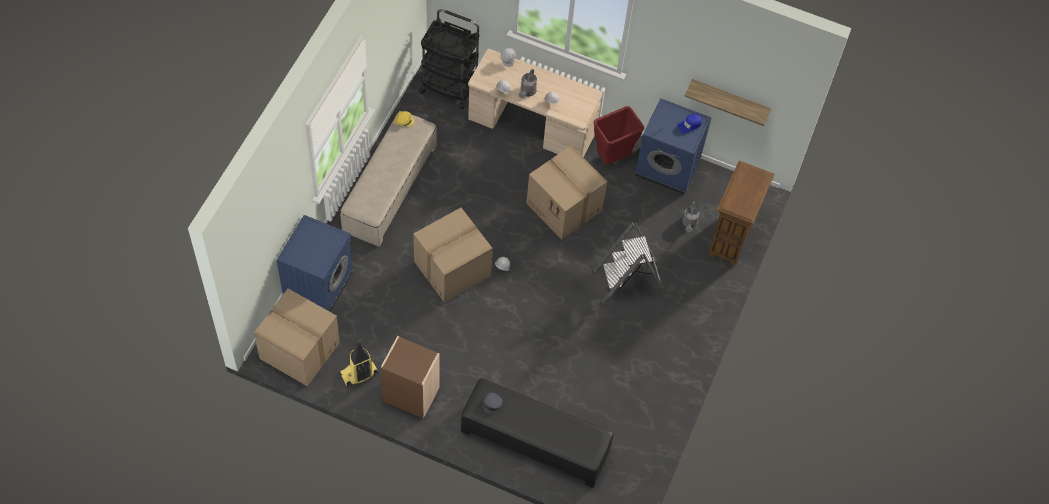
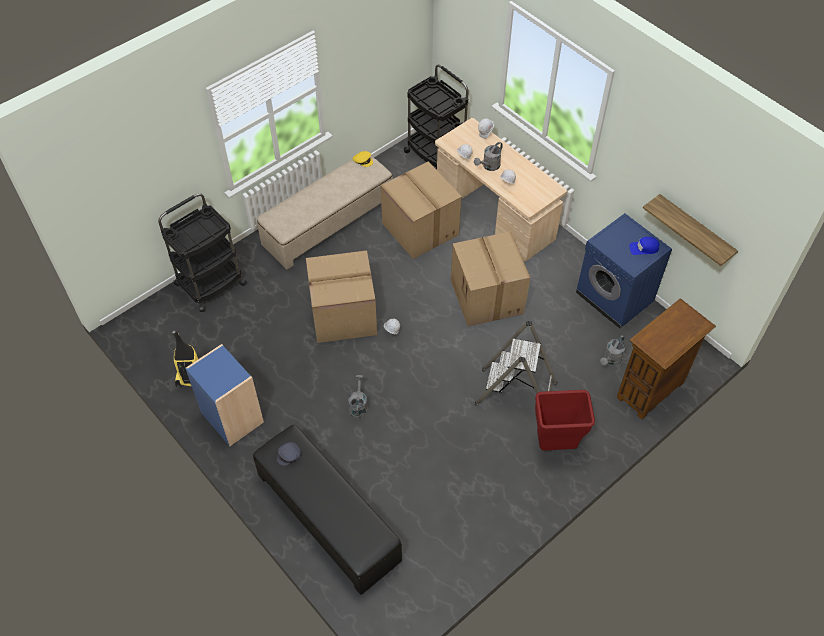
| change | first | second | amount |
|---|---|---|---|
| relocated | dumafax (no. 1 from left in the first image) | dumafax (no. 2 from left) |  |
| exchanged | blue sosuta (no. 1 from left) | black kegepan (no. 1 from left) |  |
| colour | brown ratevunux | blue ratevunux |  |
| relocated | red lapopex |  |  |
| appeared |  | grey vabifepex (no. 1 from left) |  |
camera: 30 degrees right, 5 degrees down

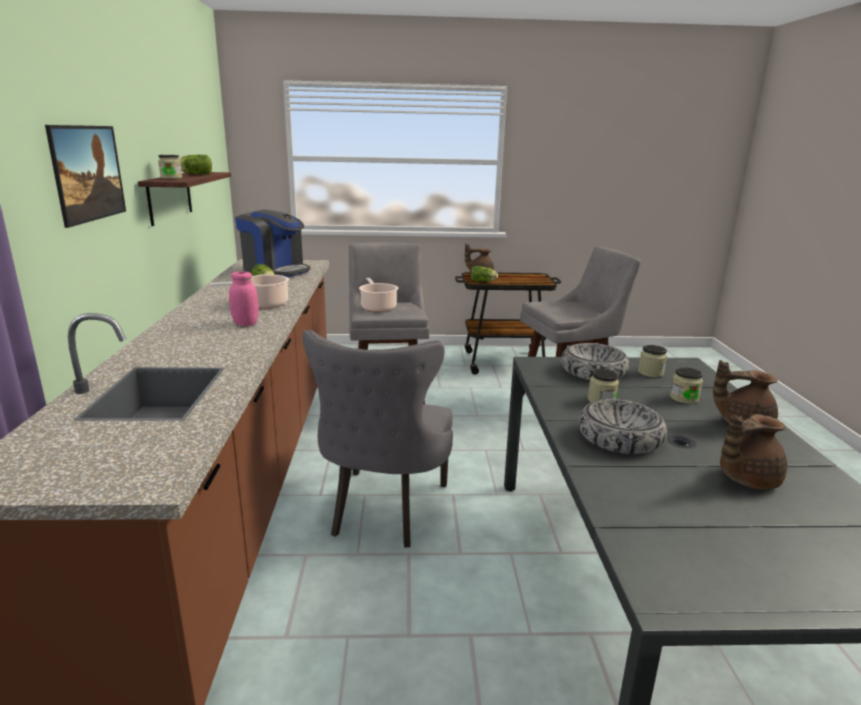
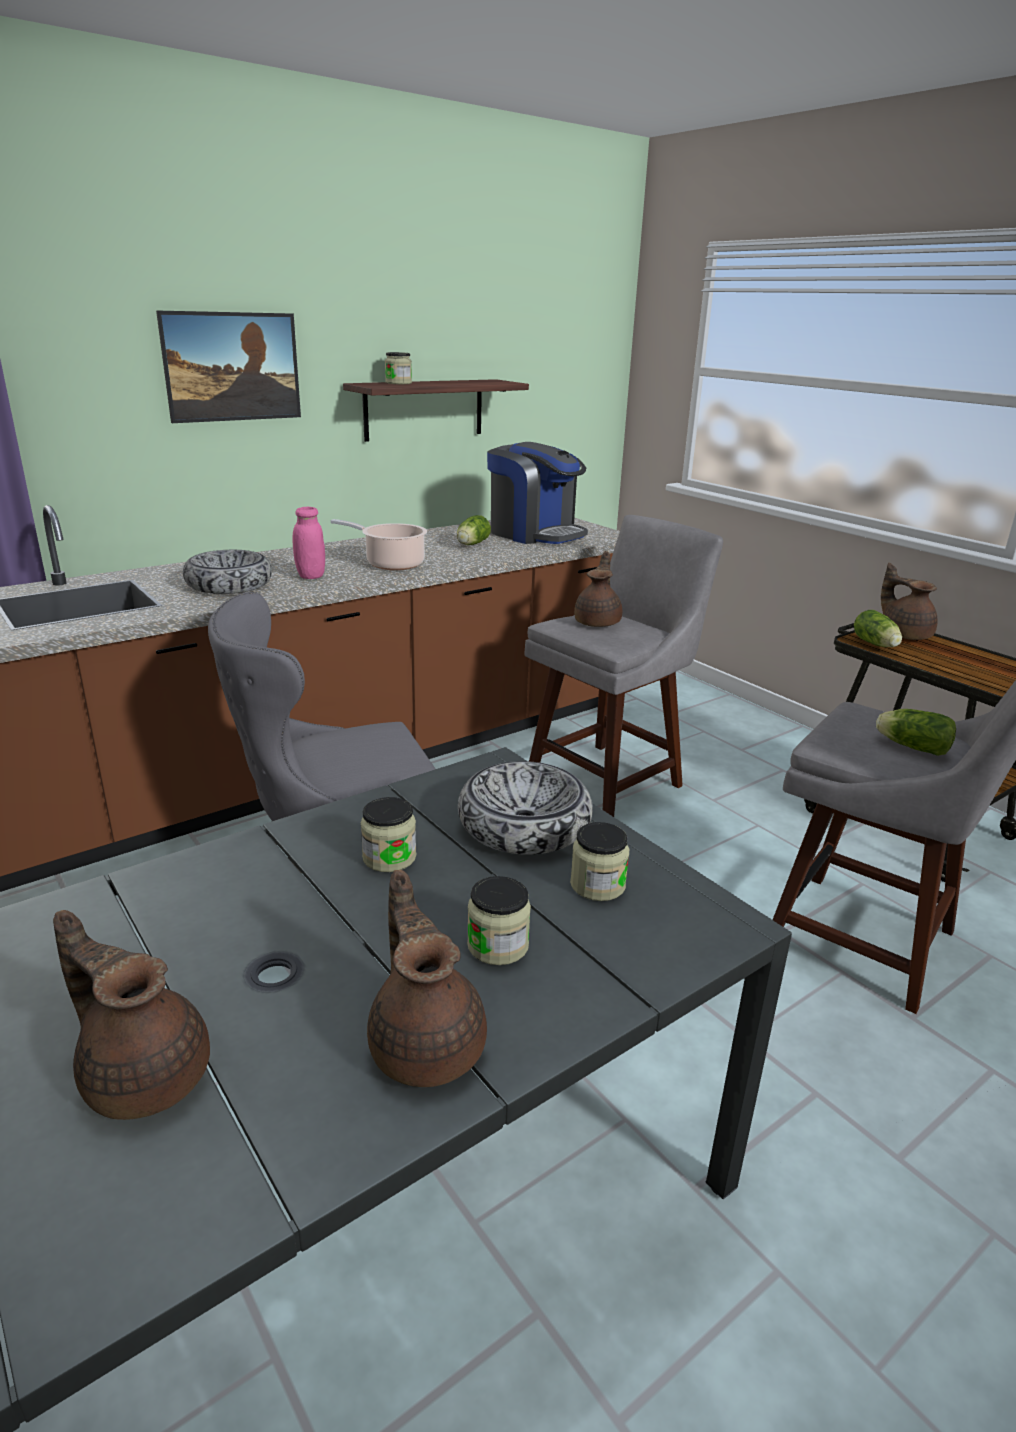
| change | first | second | amount |
|---|---|---|---|
| relocated | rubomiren (no. 1 from left in the first image) | rubomiren (no. 3 from left) |  |
| spun | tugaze |  | 45 degrees counterclockwise |
| exchanged | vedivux (no. 2 from left) | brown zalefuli (no. 3 from left) |  |
| relocated | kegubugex (no. 2 from left in the first image) | kegubugex (no. 1 from left) |  |
camera: 55 degrees right, 5 degrees up

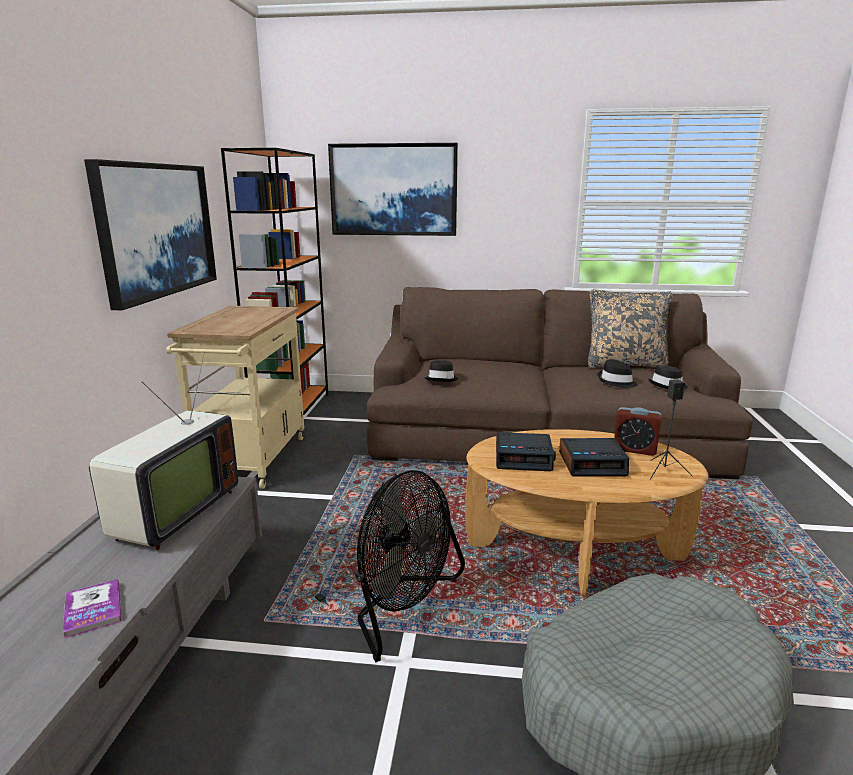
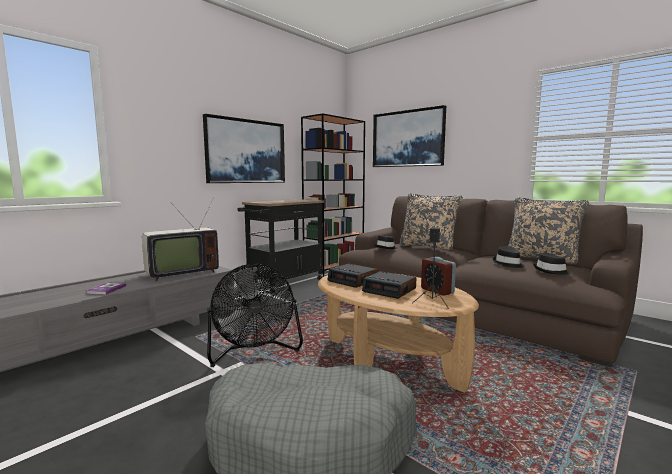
| change | first | second | amount |
|---|---|---|---|
| colour | beige kegepan | black kegepan |  |
| appeared |  | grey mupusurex (no. 1 from left) |  |
camera: 35 degrees right, 10 degrees down

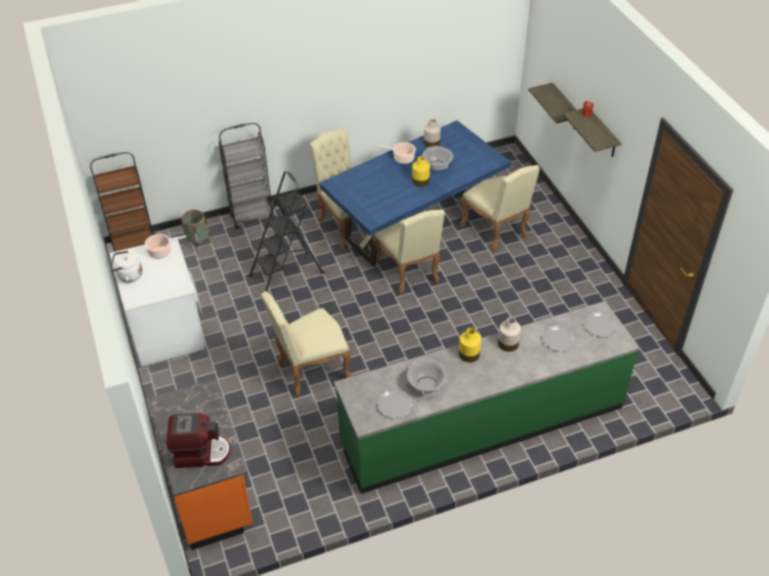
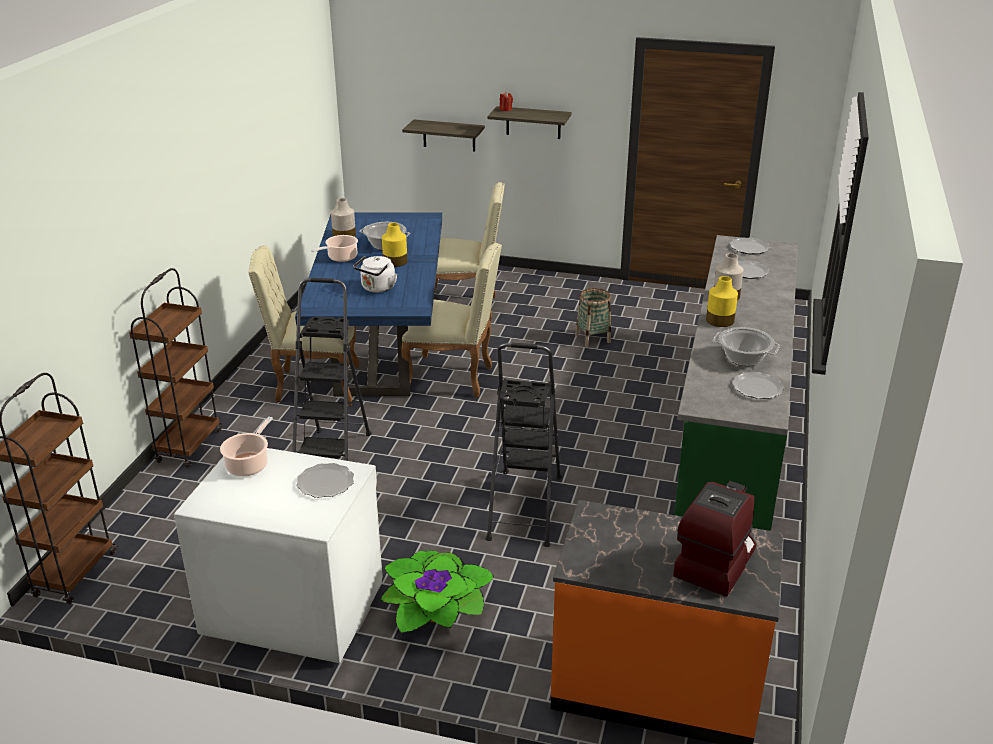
| change | first | second | amount |
|---|---|---|---|
| relocated | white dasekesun |  |  |
| relocated | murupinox |  |  |
| colour | grey kegepan | brown kegepan (no. 2 from left) |  |
| exchanged | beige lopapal (no. 1 from left) | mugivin (no. 2 from left) |  |
| appeared |  | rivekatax (no. 1 from left) |  |
| appeared |  | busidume |  |
camera: 55 degrees left, 15 degrees down

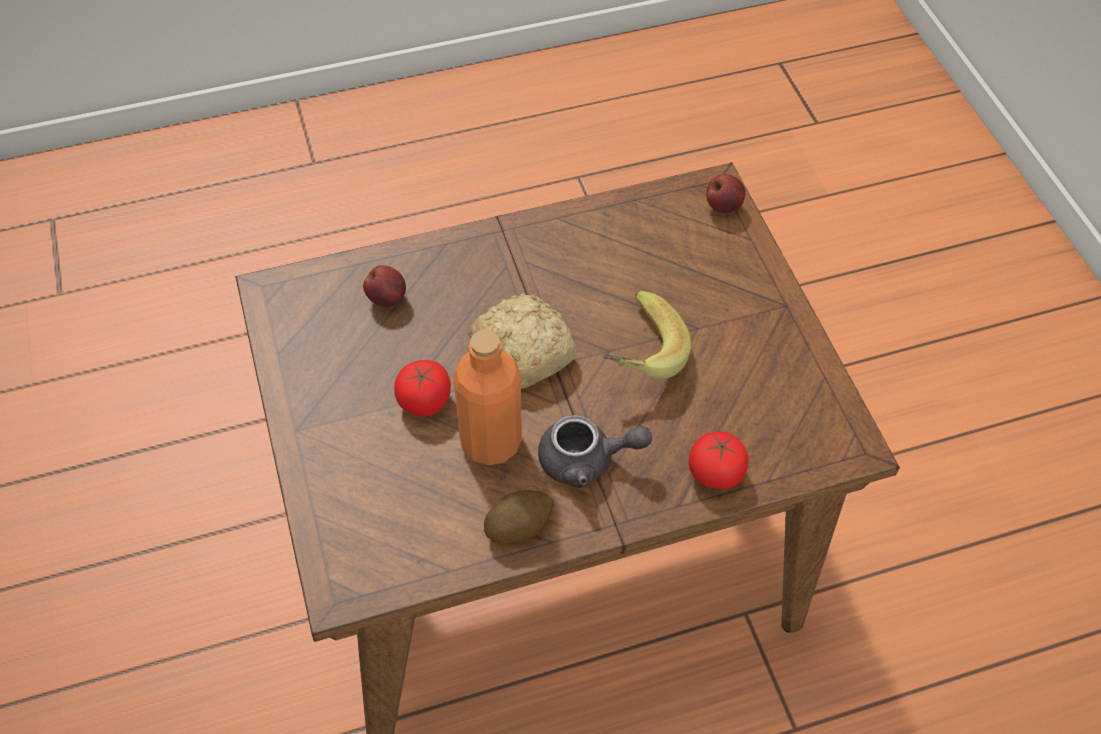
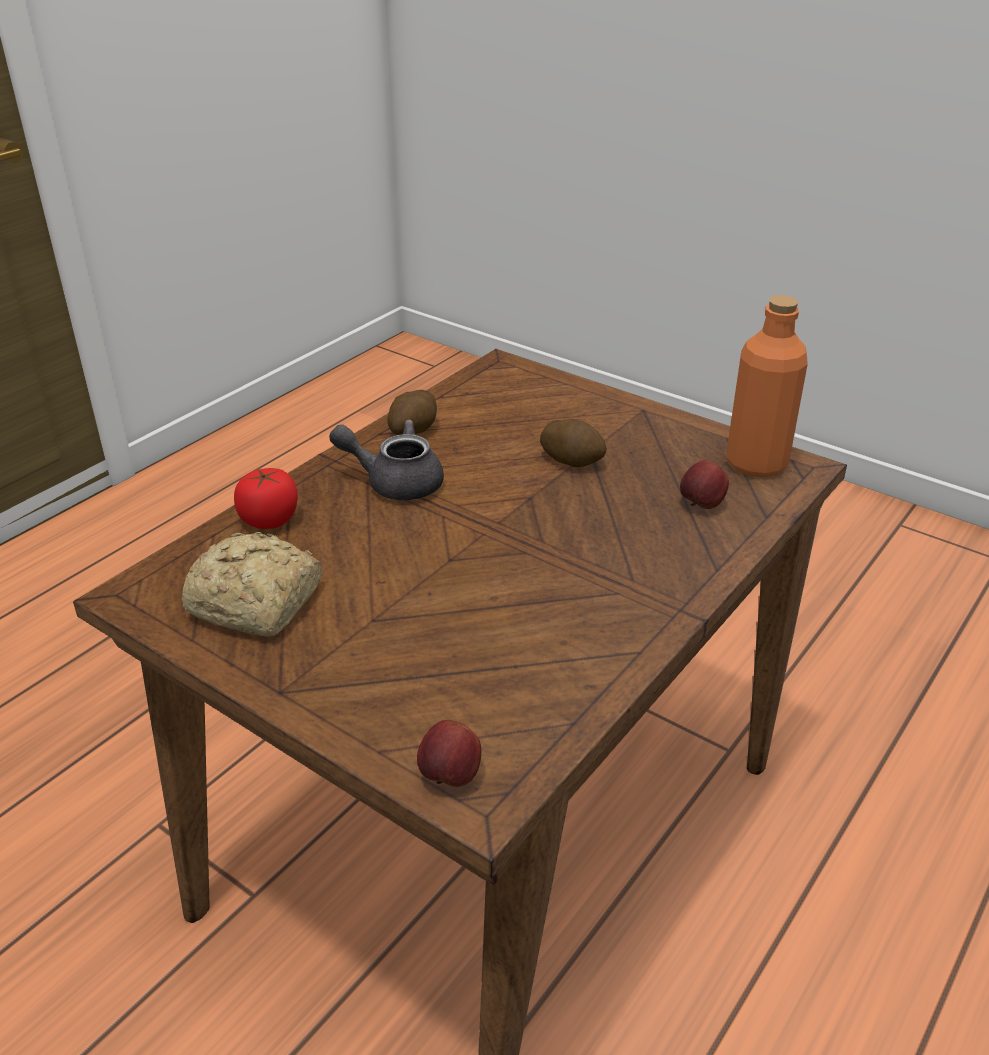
| change | first | second | amount |
|---|---|---|---|
| exchanged | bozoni (no. 1 from left) | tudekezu (no. 2 from left) |  |
| relocated | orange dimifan |  |  |
| relocated | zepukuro |  |  |
| spun | grey zalefuli |  | 45 degrees clockwise |
| missing | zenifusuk |  |  |
camera: 145 degrees right, 20 degrees down

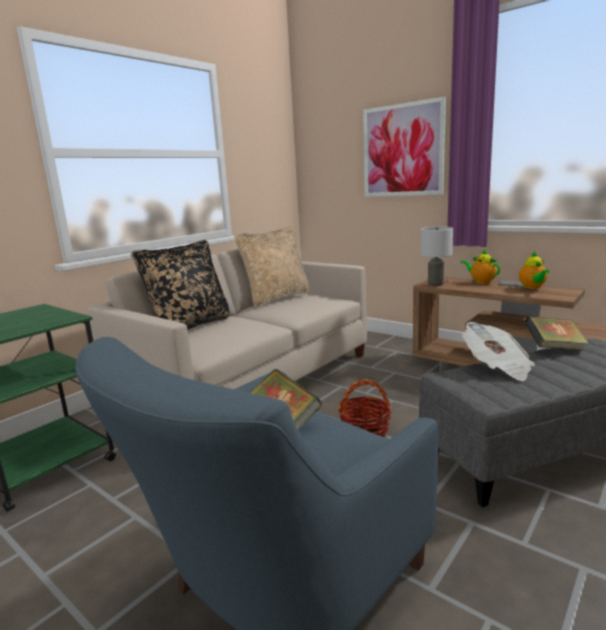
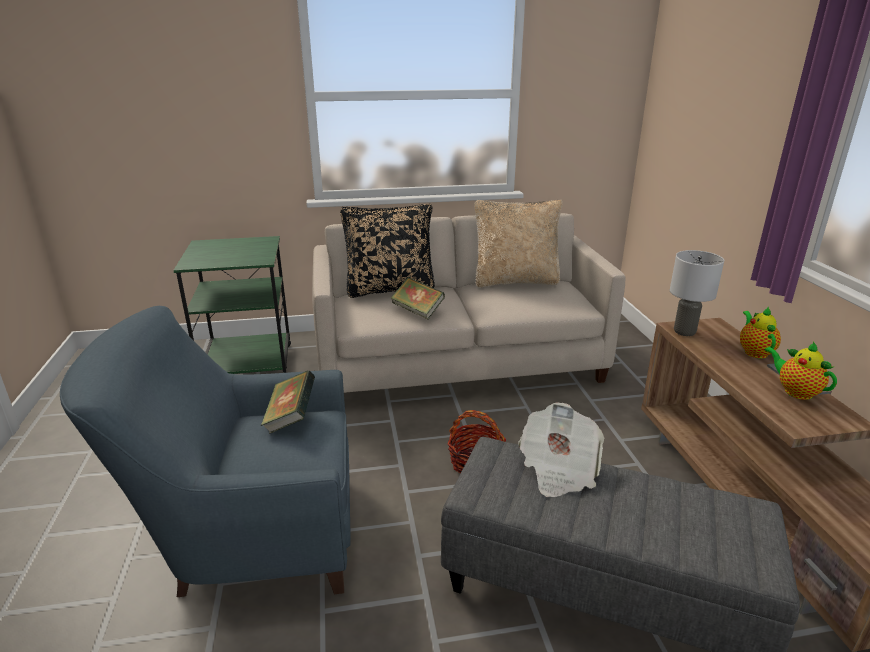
| change | first | second | amount |
|---|---|---|---|
| missing | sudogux |  |  |
| spun | zalefuli (no. 2 from left) |  | 105 degrees clockwise |
| relocated | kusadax (no. 2 from left) |  |  |
camera: 40 degrees right, 10 degrees up

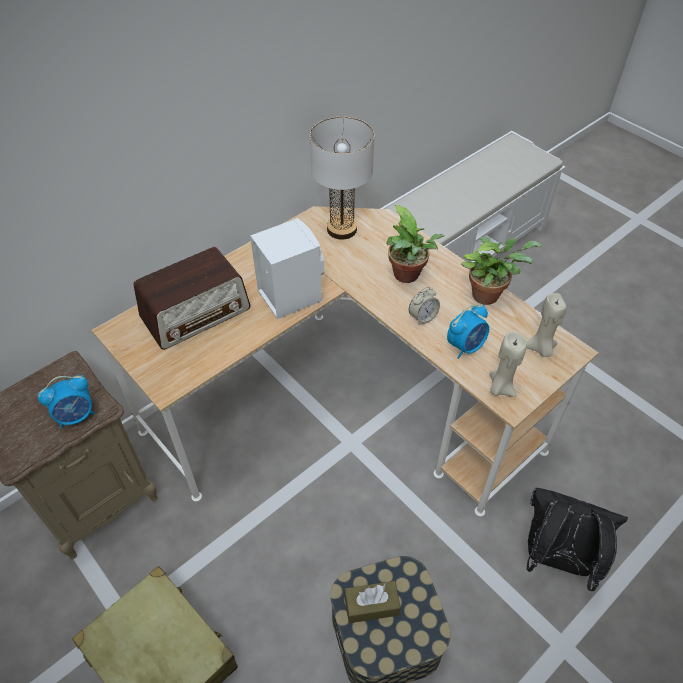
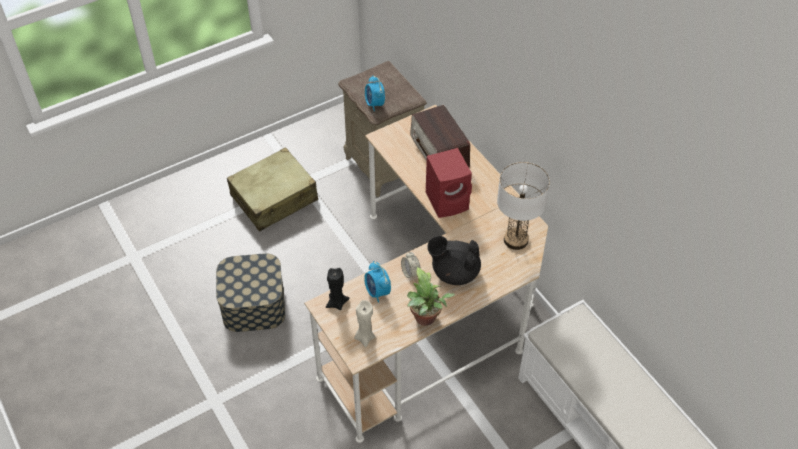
| change | first | second | amount |
|---|---|---|---|
| colour | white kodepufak | red kodepufak |  |
| missing | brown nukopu |  |  |
| exchanged | busidume (no. 1 from left) | black zalefuli |  |
| colour | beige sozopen (no. 1 from left) | black sozopen |  |
| missing | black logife |  |  |
camera: 100 degrees right, 0 degrees up

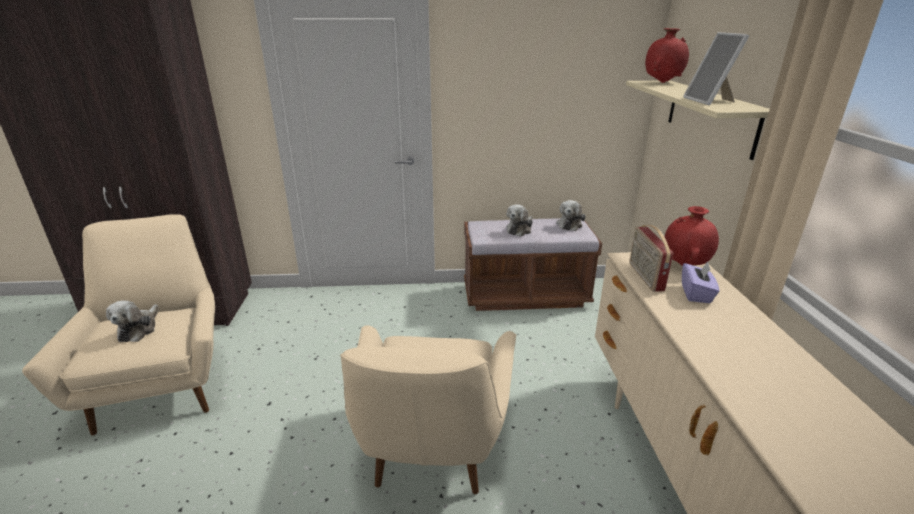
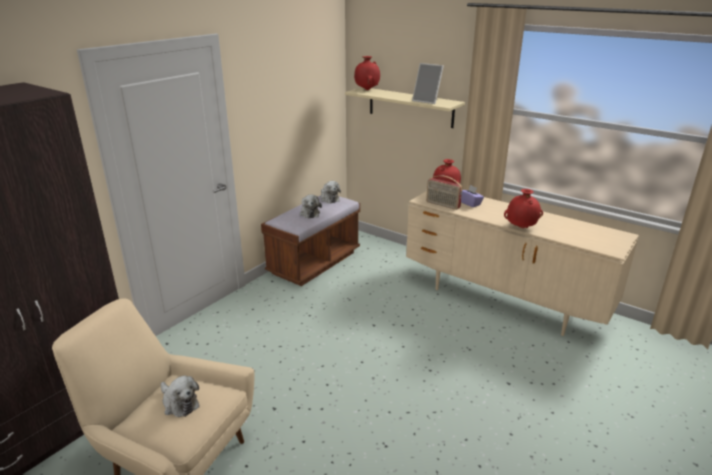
| change | first | second | amount |
|---|---|---|---|
| missing | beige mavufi (no. 2 from left) |  |  |
| appeared |  | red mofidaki (no. 3 from left) |  |
camera: 50 degrees left, 0 degrees up

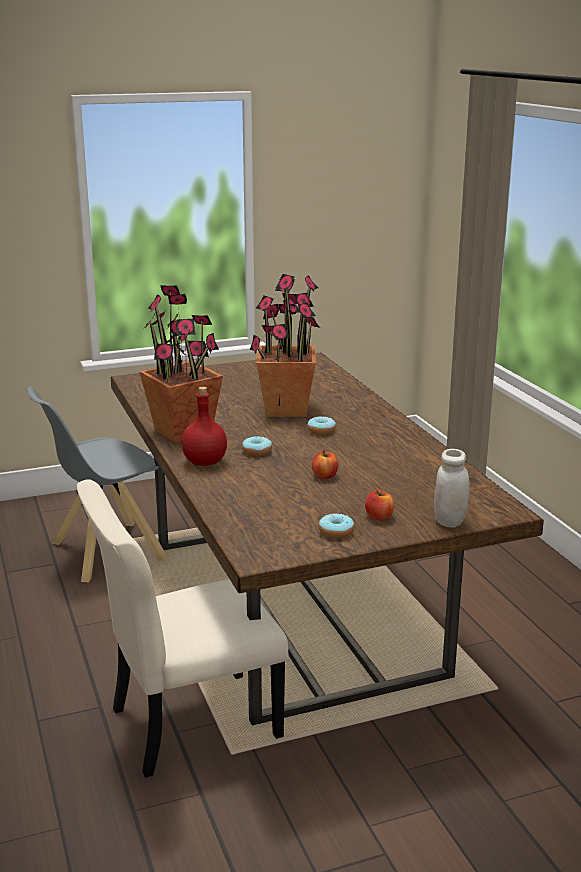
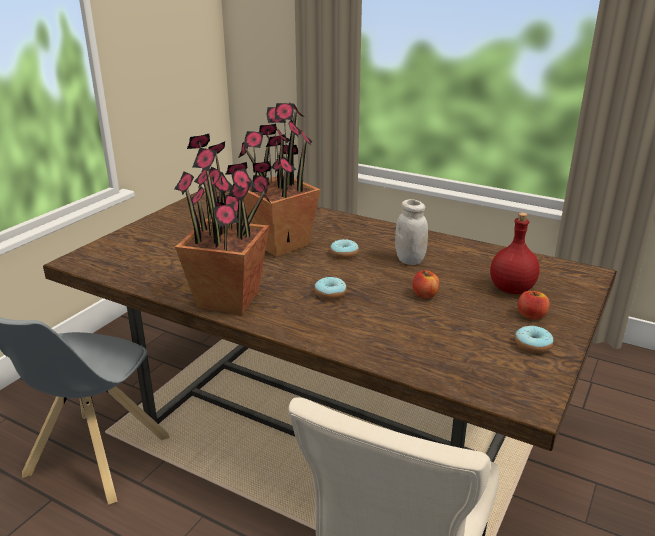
| change | first | second | amount |
|---|---|---|---|
| relocated | red dimifan |  |  |
| relocated | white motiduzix |  |  |
camera: 40 degrees left, 5 degrees up

